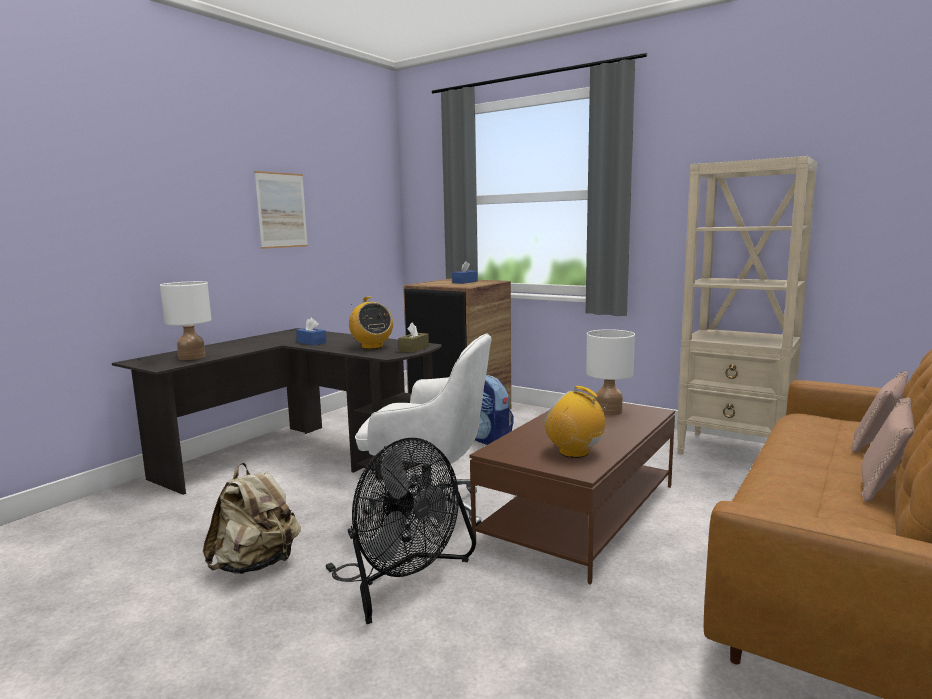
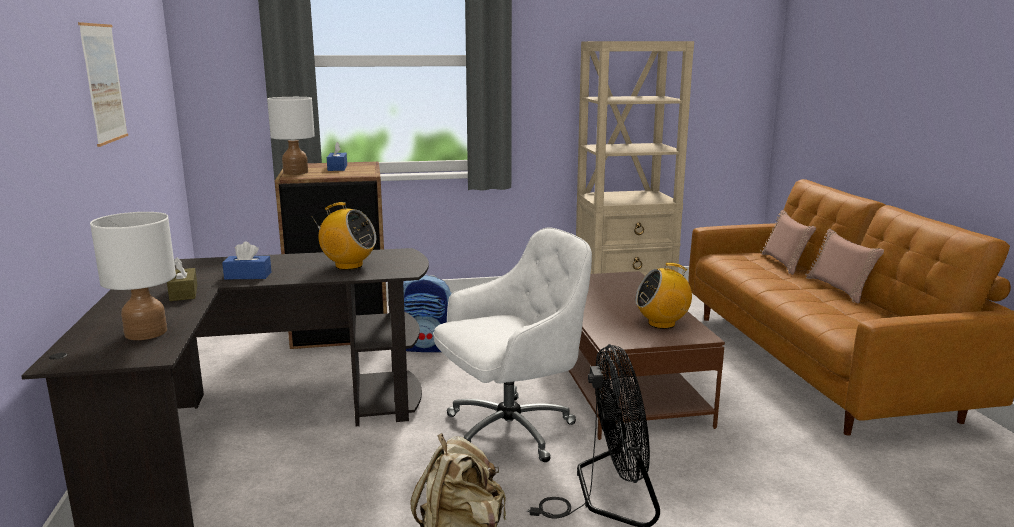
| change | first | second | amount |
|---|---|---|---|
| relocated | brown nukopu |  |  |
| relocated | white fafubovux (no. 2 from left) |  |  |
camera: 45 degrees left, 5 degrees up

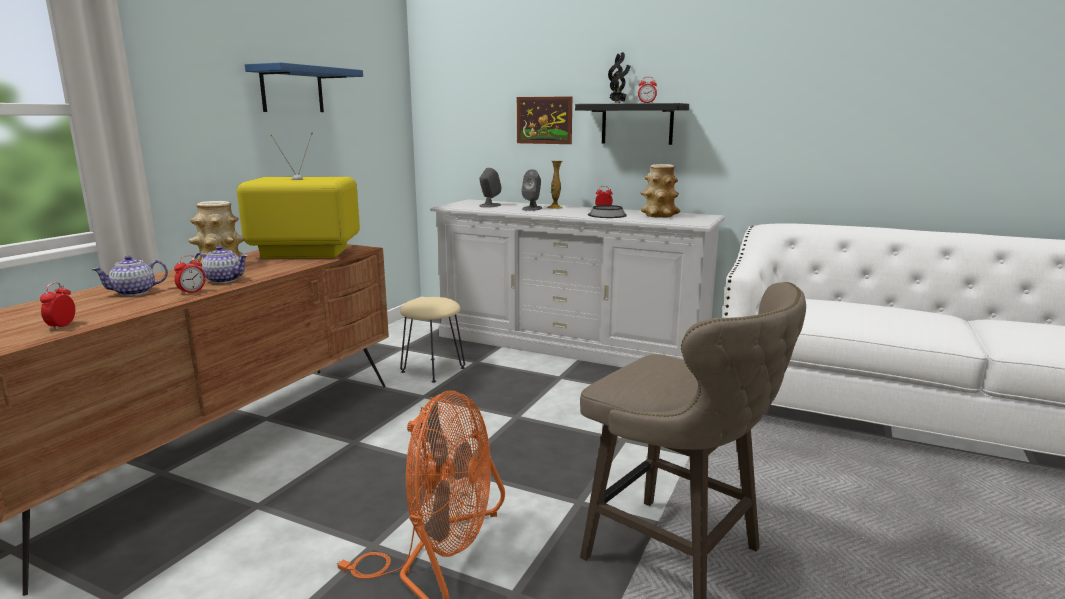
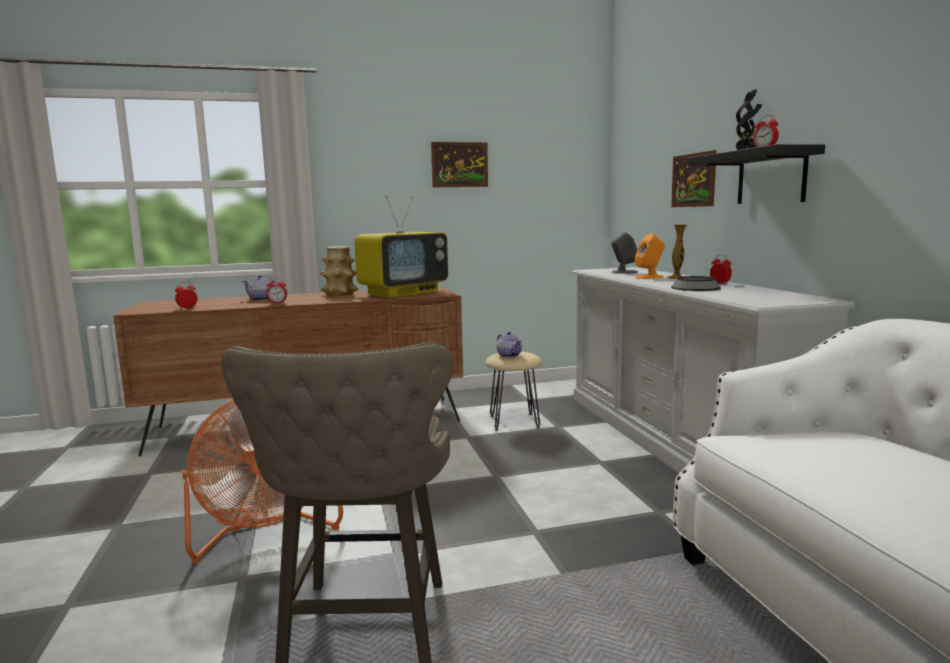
| change | first | second | amount |
|---|---|---|---|
| relocated | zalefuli (no. 2 from left) |  |  |
| spun | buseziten |  | 90 degrees clockwise |
| exchanged | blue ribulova | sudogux (no. 1 from left) |  |
| colour | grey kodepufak (no. 2 from left) | orange kodepufak |  |
| missing | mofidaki (no. 3 from left) |  |  |
camera: 50 degrees right, 5 degrees down

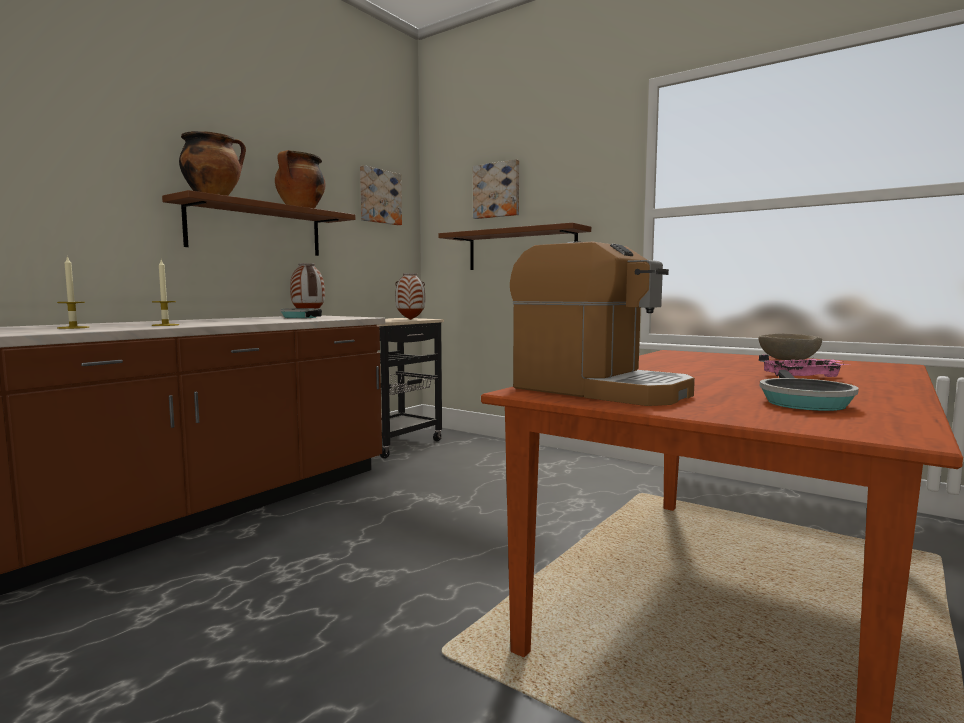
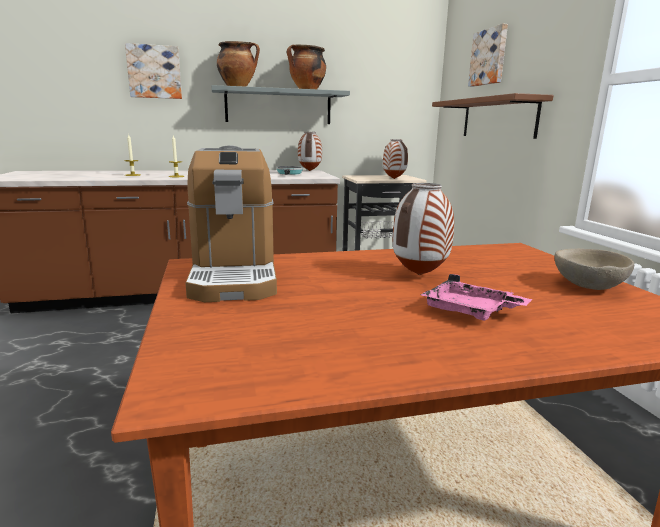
| change | first | second | amount |
|---|---|---|---|
| colour | brown ribulova (no. 1 from left) | grey ribulova |  |
| relocated | sudogux (no. 1 from left) |  |  |
| missing | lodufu (no. 2 from left) |  |  |
| appeared |  | mofidaki (no. 3 from left) |  |
camera: 40 degrees right, 10 degrees up

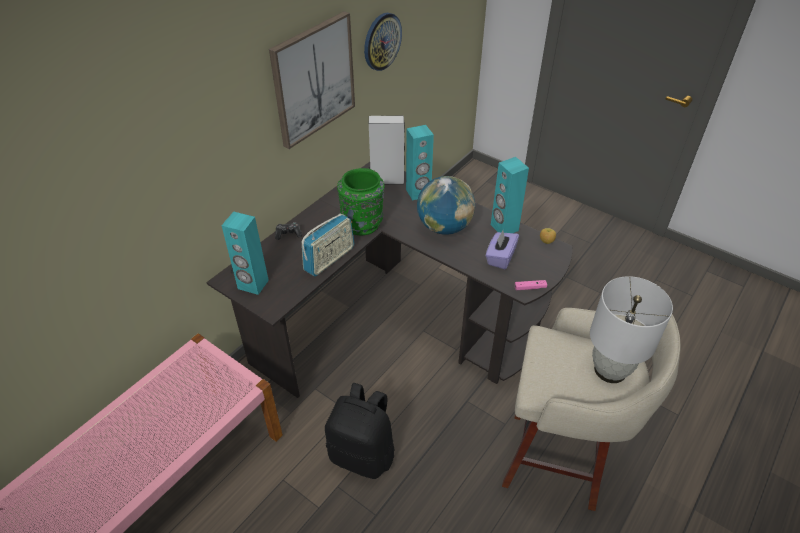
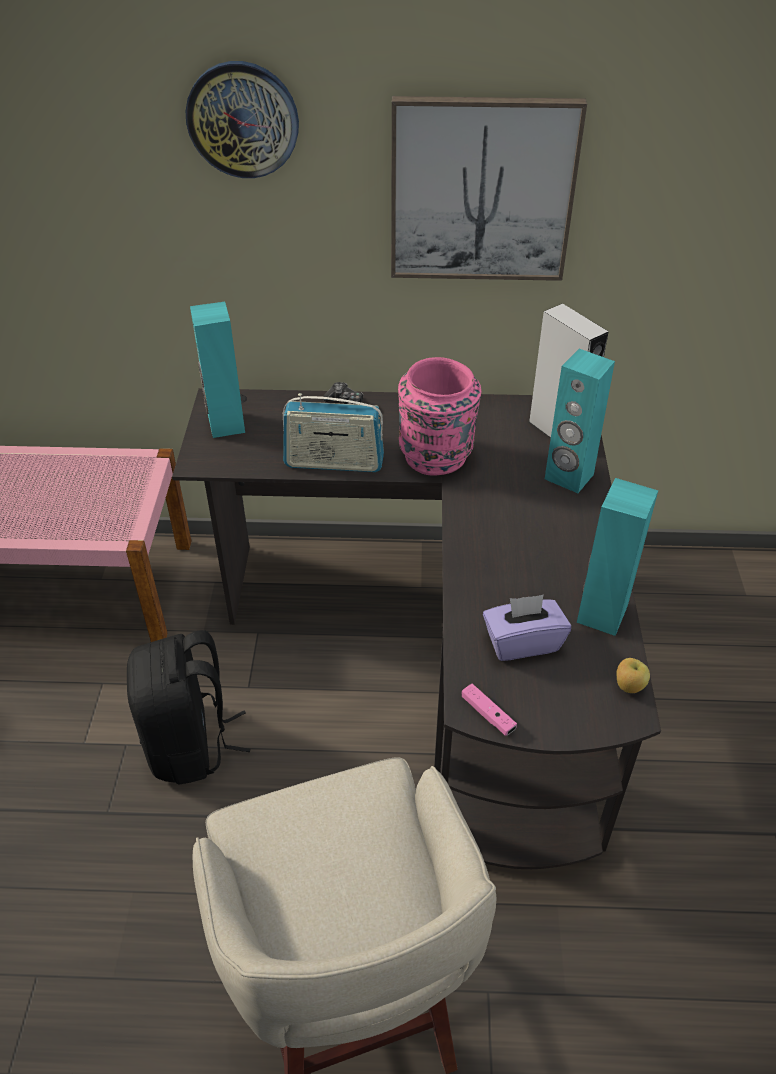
| change | first | second | amount |
|---|---|---|---|
| colour | green mofidaki | pink mofidaki |  |
| relocated | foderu |  |  |
| missing | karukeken |  |  |
| missing | white fafubovux |  |  |
camera: 55 degrees right, 0 degrees up

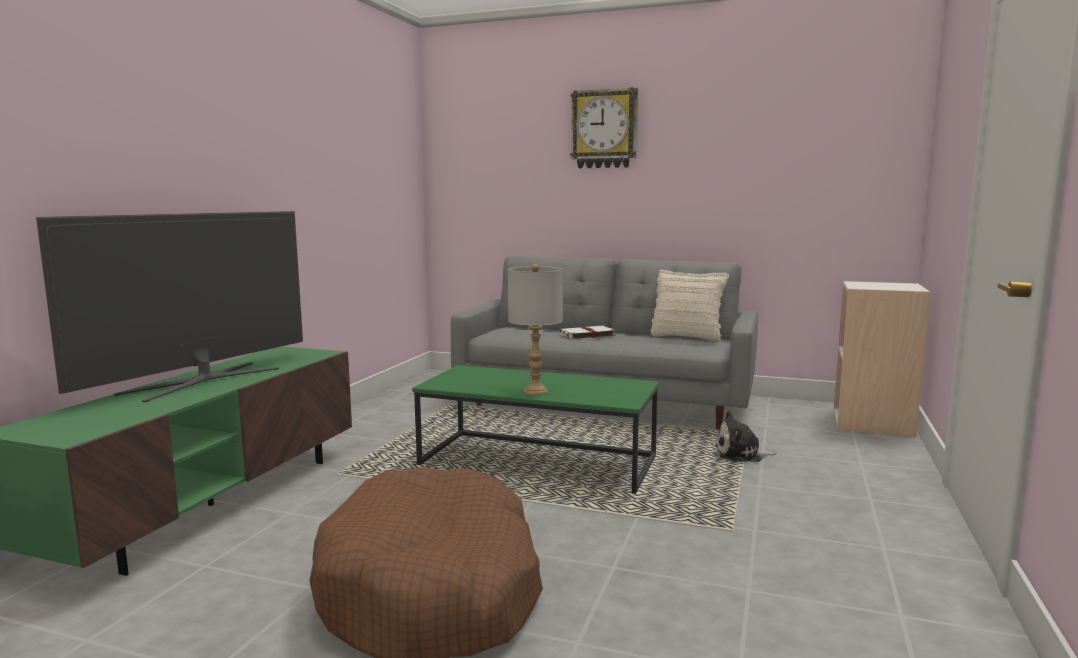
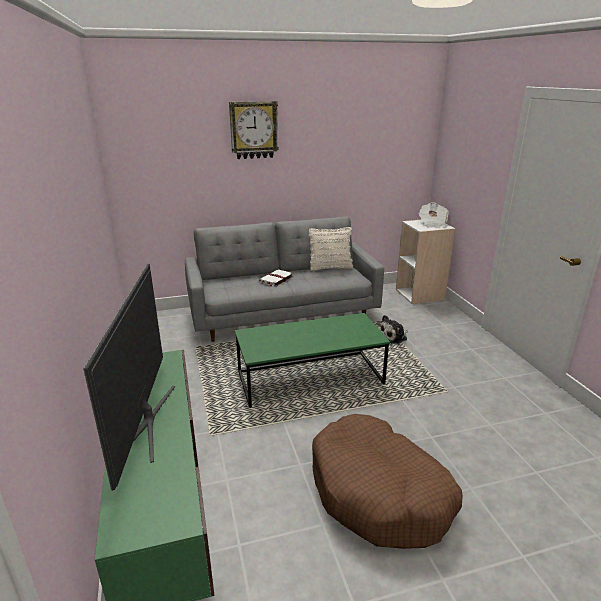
| change | first | second | amount |
|---|---|---|---|
| missing | grey fafubovux |  |  |
| appeared |  | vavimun |  |
camera: 35 degrees left, 15 degrees up

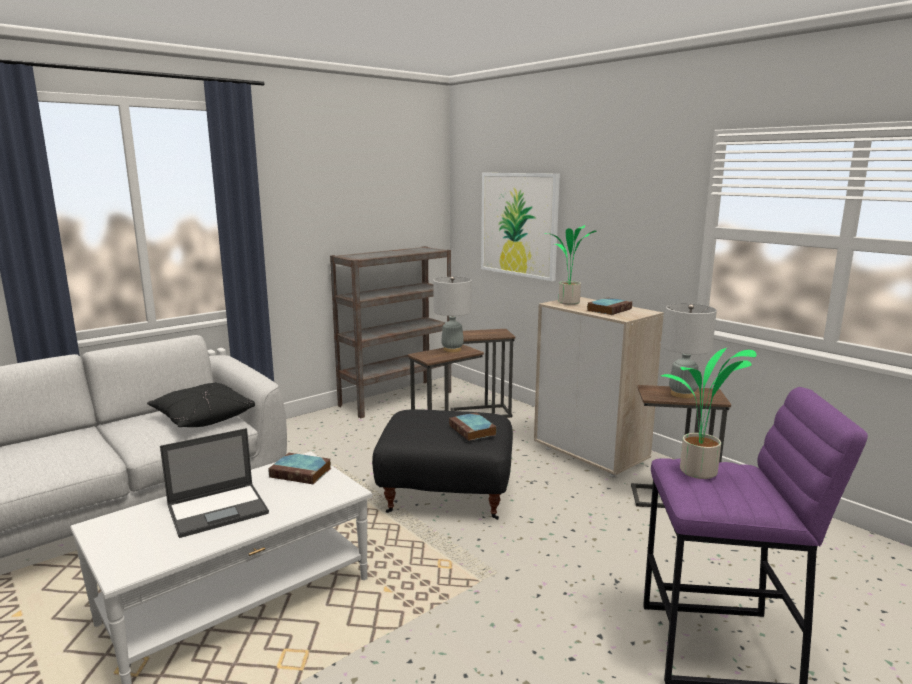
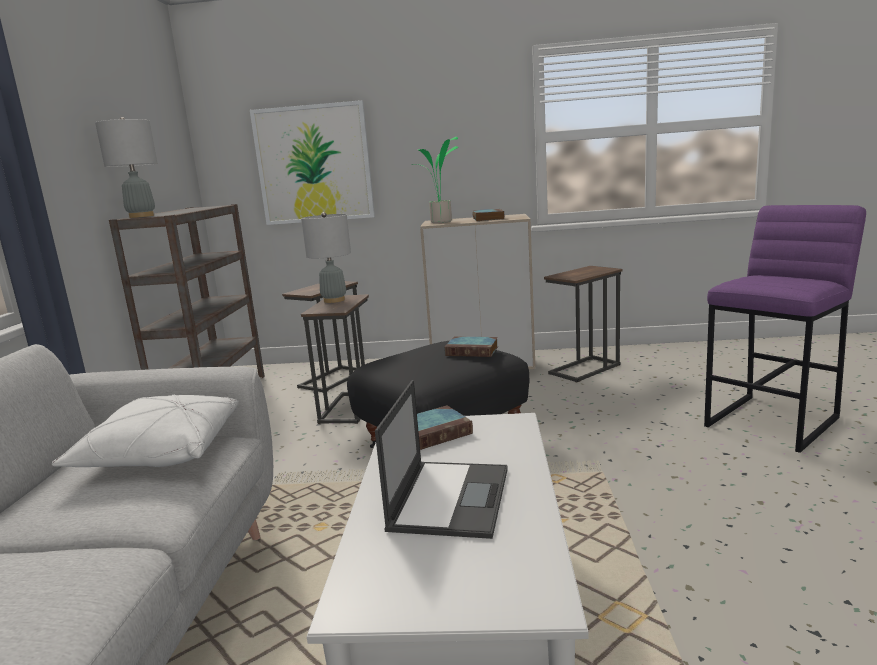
| change | first | second | amount |
|---|---|---|---|
| colour | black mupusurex | white mupusurex |  |
| missing | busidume (no. 2 from left) |  |  |
| relocated | grey fafubovux (no. 2 from left in the first image) | grey fafubovux (no. 1 from left) |  |
camera: 45 degrees left, 0 degrees up

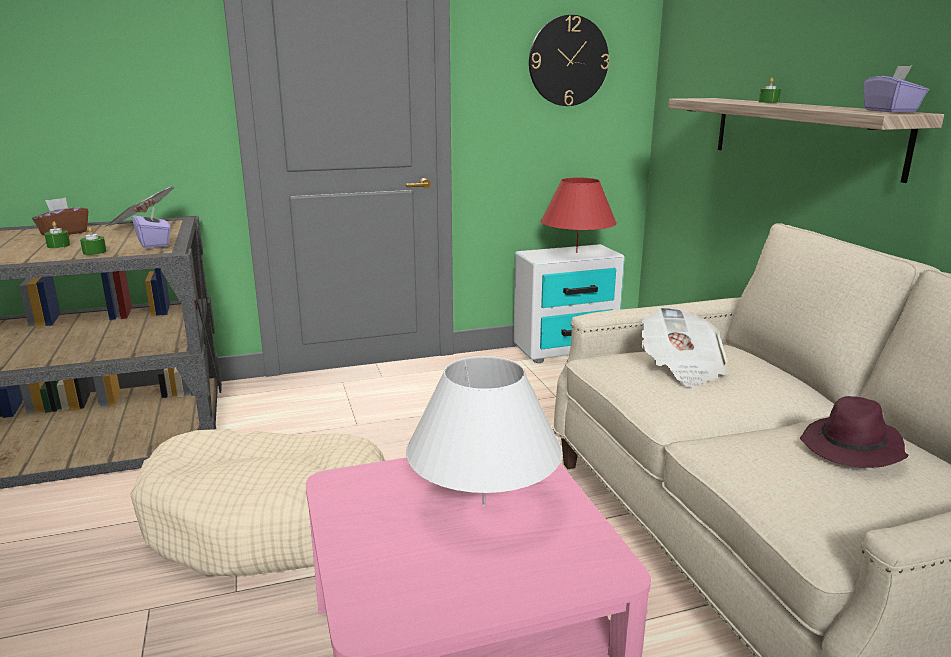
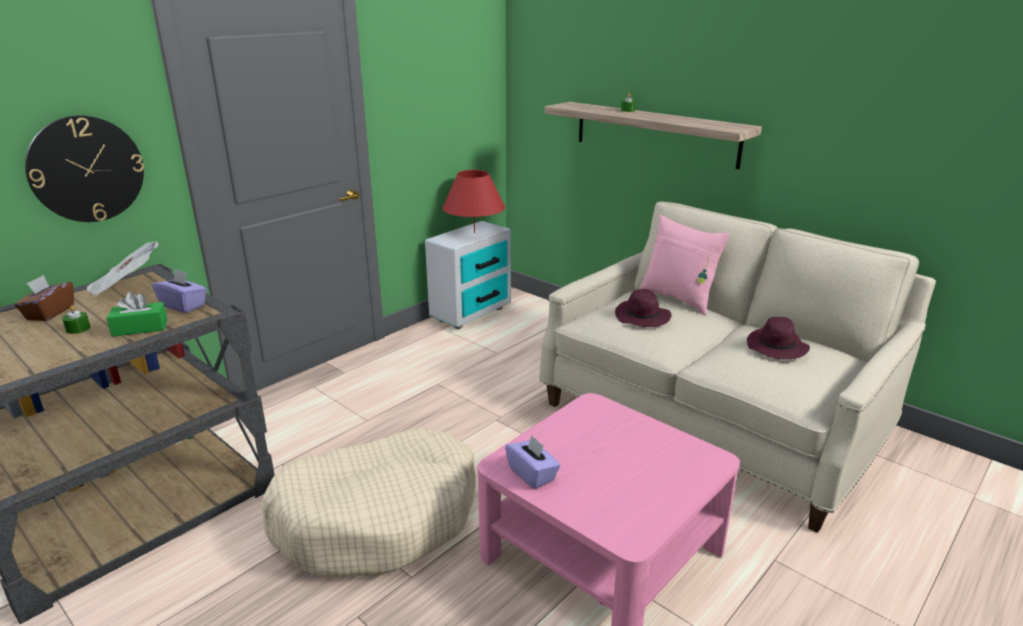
| change | first | second | amount |
|---|---|---|---|
| exchanged | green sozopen (no. 2 from left) | green nukopu |  |
| missing | white fafubovux |  |  |
| relocated | foderu |  |  |
| exchanged | vavimun (no. 2 from left) | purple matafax (no. 1 from left) |  |
| relocated | purple nukopu (no. 2 from left) |  |  |
| appeared |  | pink mupusurex |  |
camera: 30 degrees left, 5 degrees up

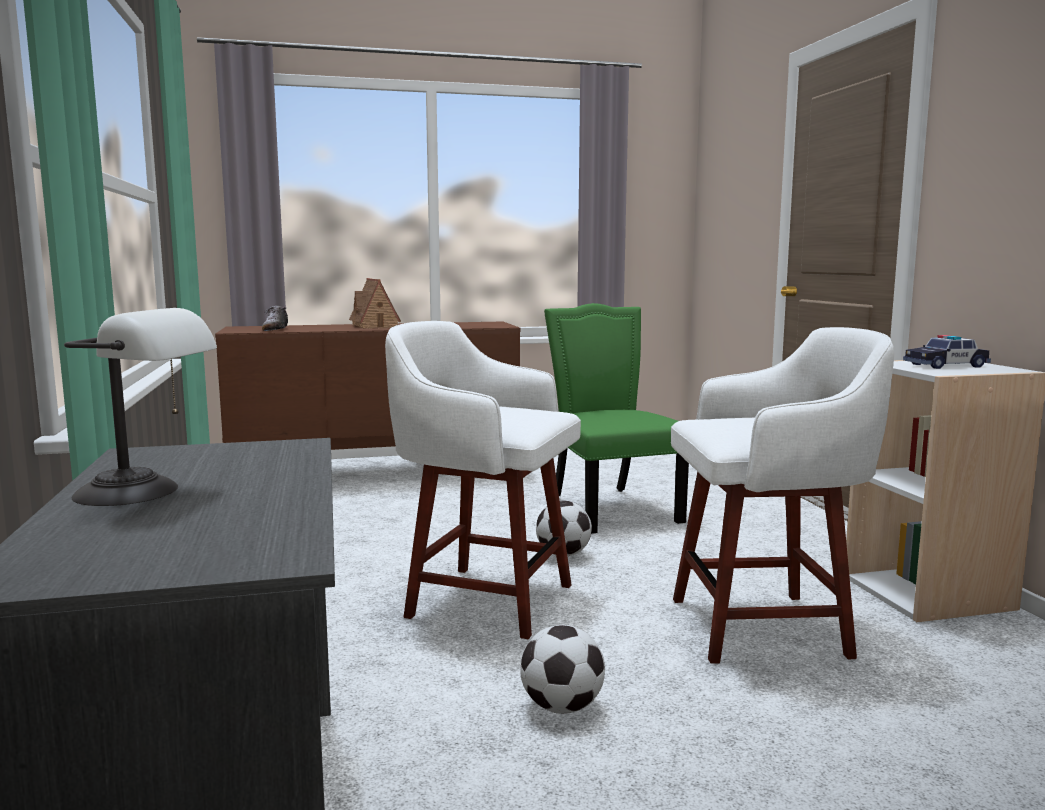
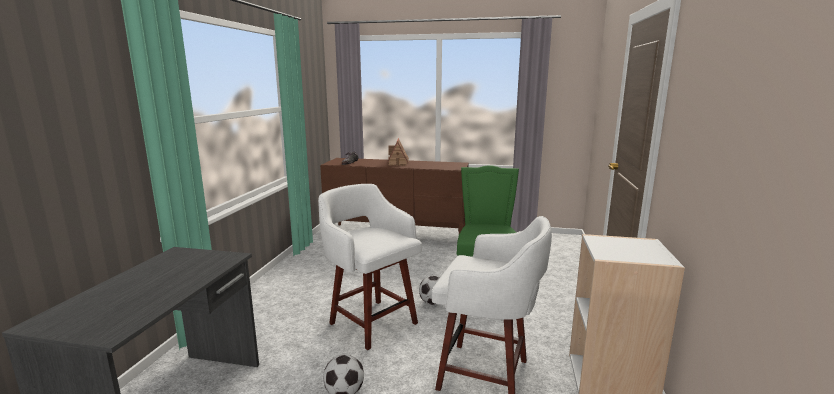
| change | first | second | amount |
|---|---|---|---|
| missing | fafubovux |  |  |
| missing | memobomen |  |  |
camera: 25 degrees right, 5 degrees up

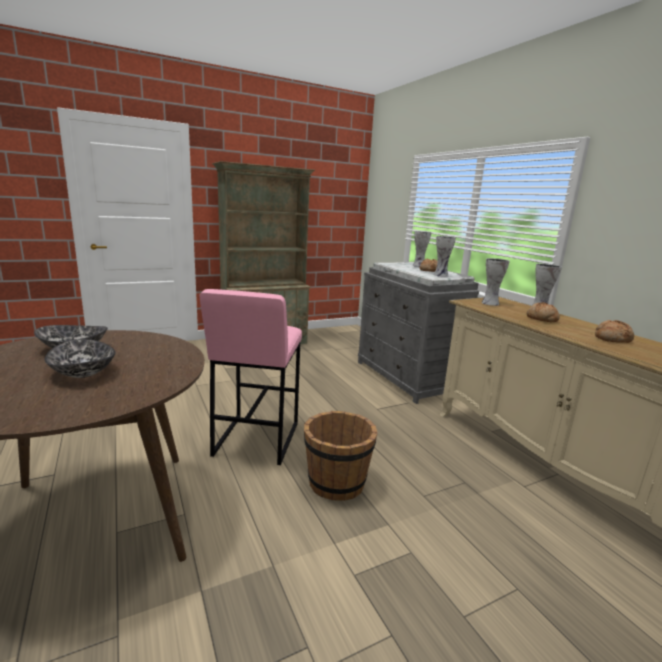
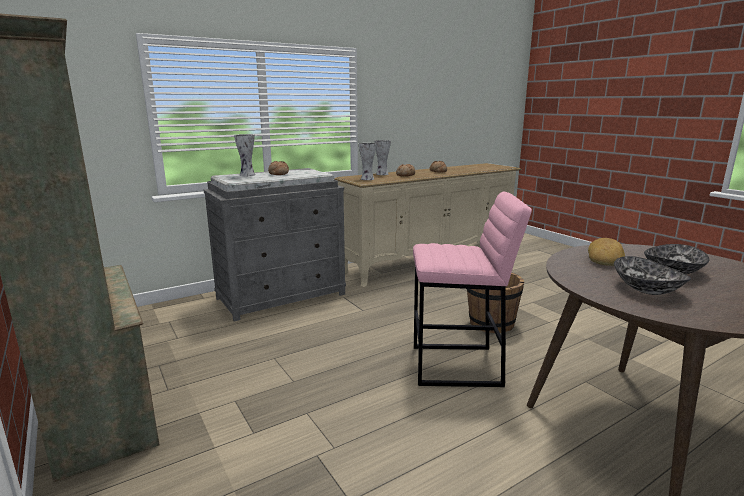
| change | first | second | amount |
|---|---|---|---|
| missing | mofidaki (no. 2 from left) |  |  |
| appeared |  | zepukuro (no. 4 from left) |  |
camera: 95 degrees left, 0 degrees up

